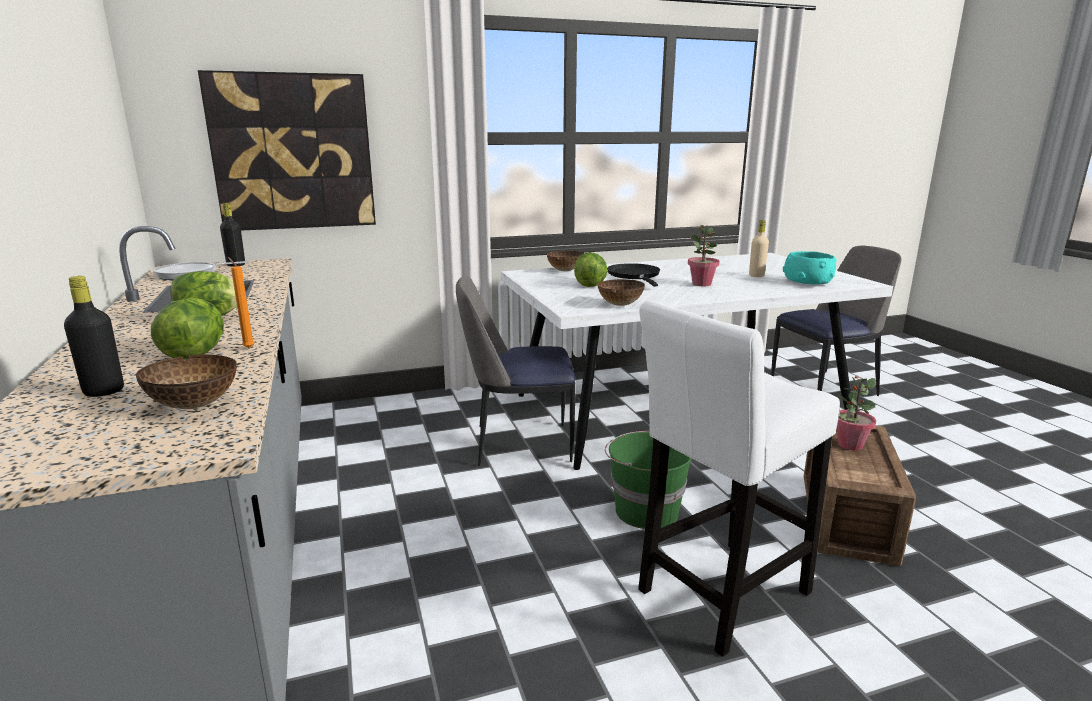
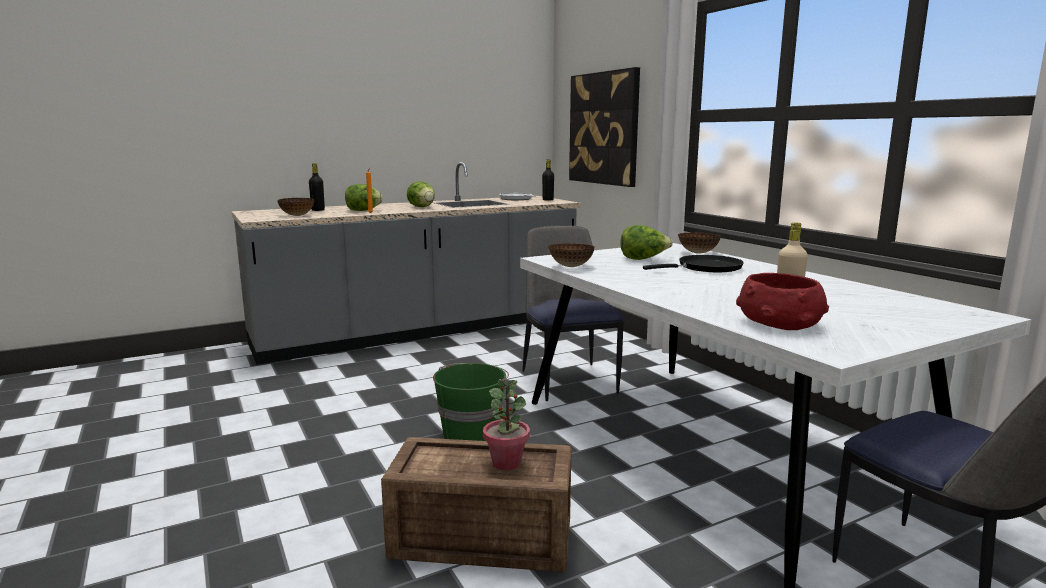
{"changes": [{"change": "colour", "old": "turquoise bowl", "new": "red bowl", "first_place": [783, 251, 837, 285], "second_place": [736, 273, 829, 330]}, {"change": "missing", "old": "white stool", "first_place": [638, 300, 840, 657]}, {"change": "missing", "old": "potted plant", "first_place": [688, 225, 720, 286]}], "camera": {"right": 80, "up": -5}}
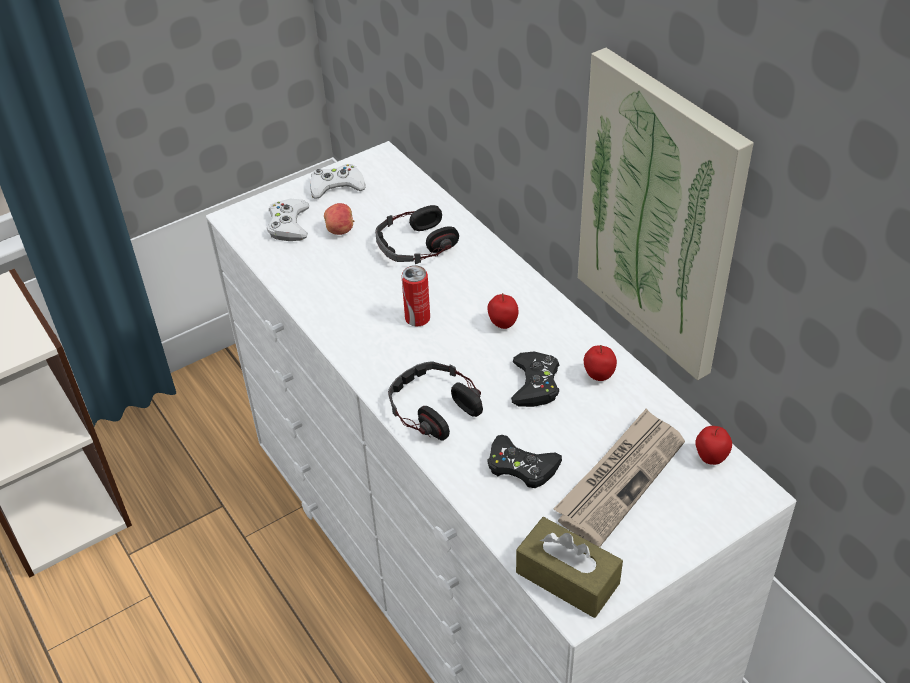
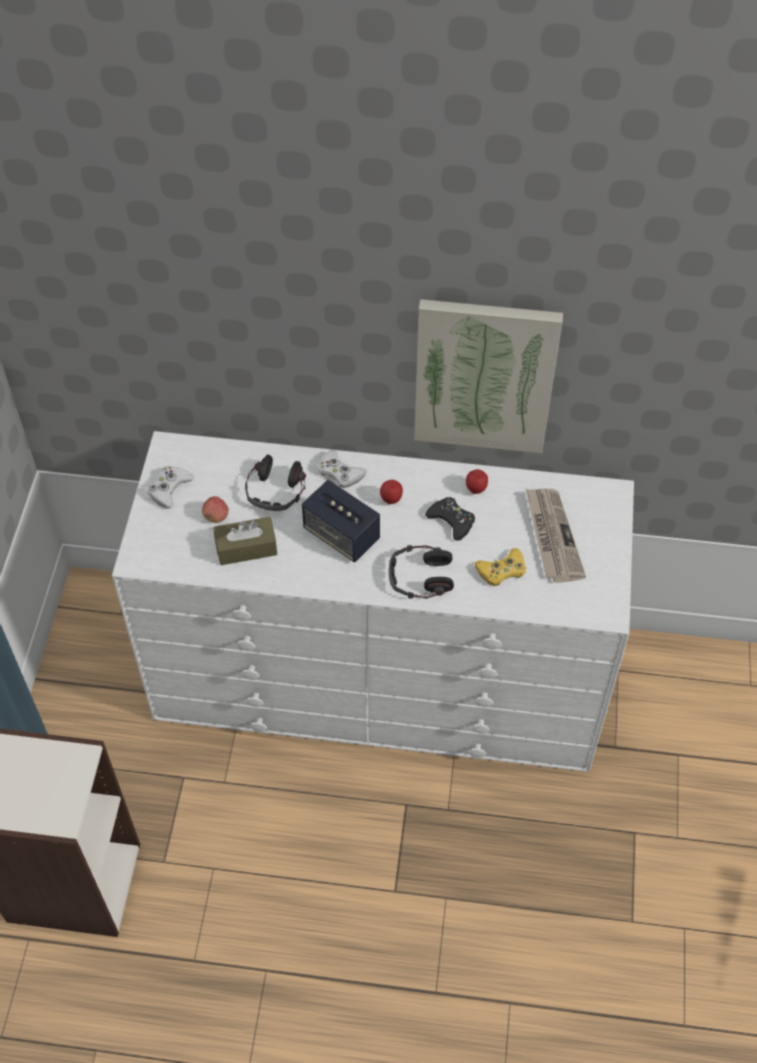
{"changes": [{"change": "relocated", "old": "brown tissue box", "first_place": [516, 517, 623, 618], "second_place": [213, 517, 277, 565]}, {"change": "exchanged", "old": "can", "new": "speaker", "first_place": [402, 265, 430, 326], "second_place": [302, 480, 380, 562]}, {"change": "relocated", "old": "white game controller", "first_place": [267, 199, 309, 241], "second_place": [318, 450, 367, 488]}, {"change": "colour", "old": "black game controller", "new": "yellow game controller", "first_place": [487, 435, 562, 488], "second_place": [475, 548, 526, 586]}, {"change": "missing", "old": "apple", "first_place": [695, 426, 732, 465]}], "camera": {"right": -50, "up": 10}}
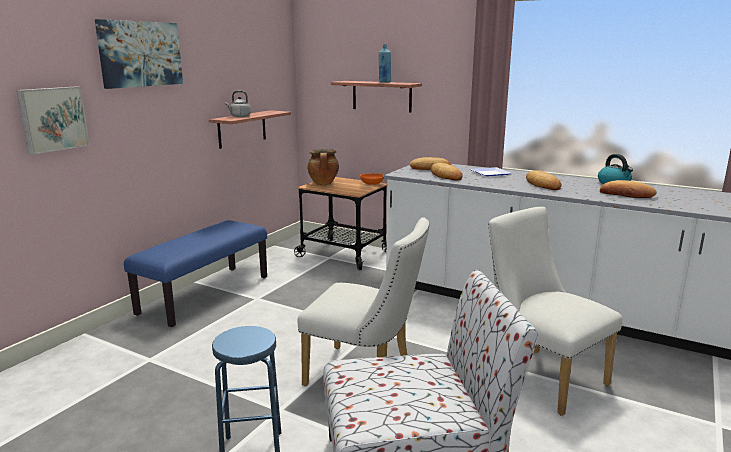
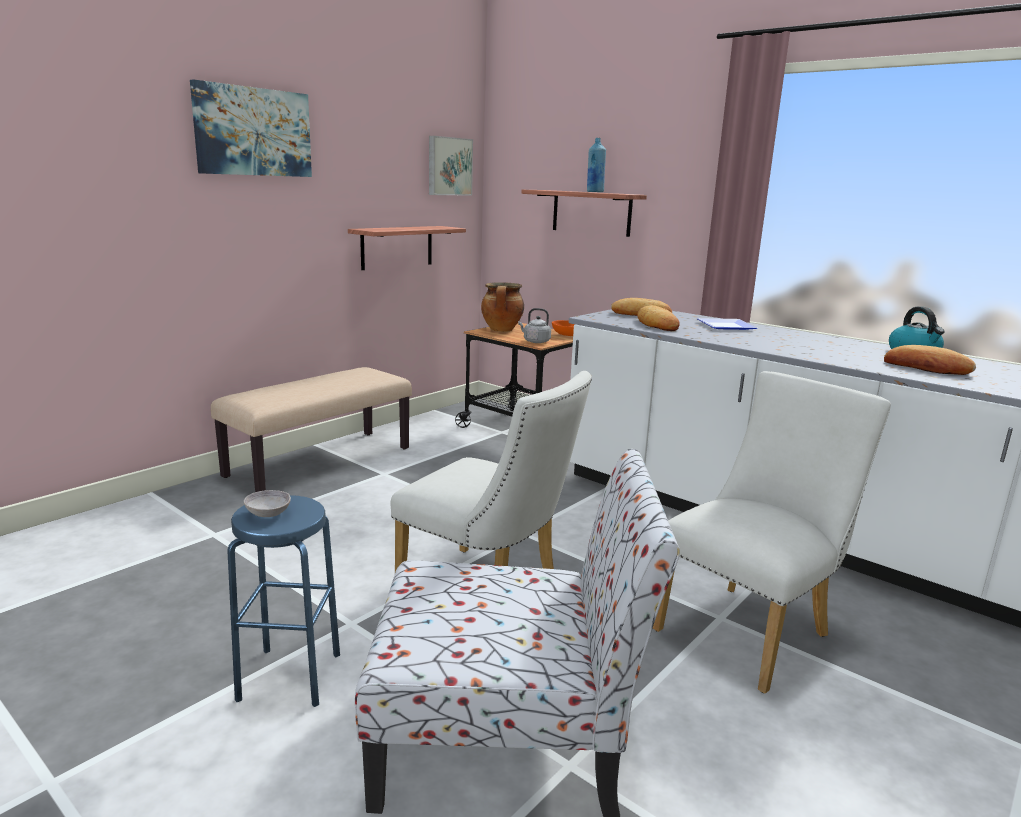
{"changes": [{"change": "colour", "old": "blue bench", "new": "beige bench", "first_place": [124, 220, 267, 327], "second_place": [211, 367, 412, 492]}, {"change": "appeared", "new": "grey bowl", "second_place": [244, 490, 291, 517]}, {"change": "relocated", "old": "picture", "first_place": [16, 86, 90, 155], "second_place": [429, 136, 473, 196]}, {"change": "relocated", "old": "grey kettle", "first_place": [225, 91, 251, 117], "second_place": [518, 308, 551, 343]}, {"change": "spun", "old": "white chair", "first_place": [488, 207, 623, 416], "second_place": [653, 371, 891, 694], "degrees": 75}, {"change": "missing", "old": "bread", "first_place": [526, 170, 561, 190]}], "camera": {"right": 10, "up": 0}}
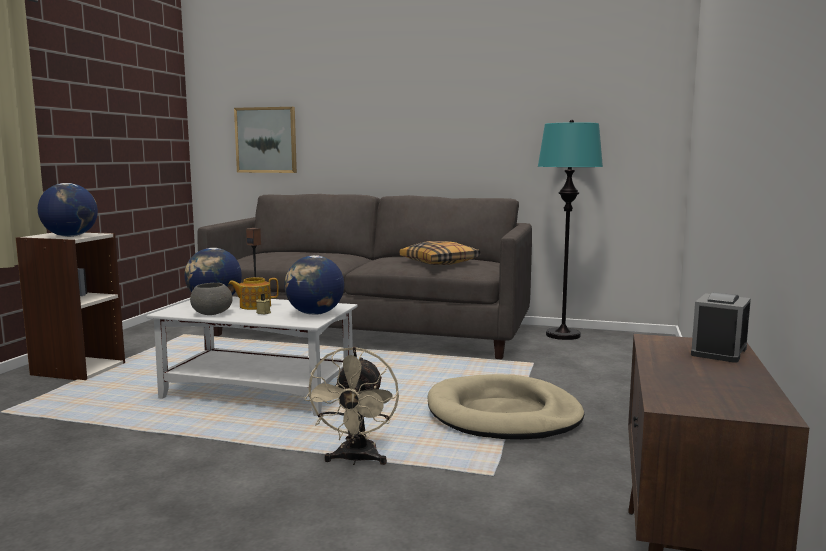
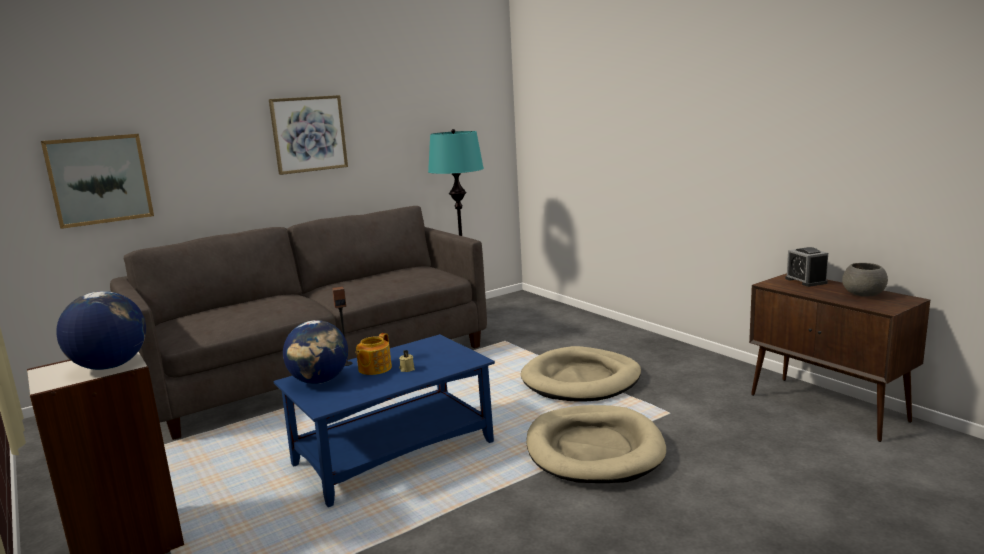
{"changes": [{"change": "appeared", "new": "picture", "second_place": [269, 95, 348, 175]}, {"change": "colour", "old": "white coffee table", "new": "blue coffee table", "first_place": [146, 296, 358, 416], "second_place": [274, 334, 495, 507]}, {"change": "exchanged", "old": "beige fan", "new": "beige dog bed", "first_place": [304, 347, 399, 465], "second_place": [526, 405, 666, 483]}, {"change": "relocated", "old": "grey bowl", "first_place": [190, 283, 233, 315], "second_place": [842, 263, 888, 297]}, {"change": "missing", "old": "globe", "first_place": [284, 255, 344, 315]}, {"change": "missing", "old": "pillow", "first_place": [400, 241, 480, 265]}], "camera": {"right": -50, "up": 5}}
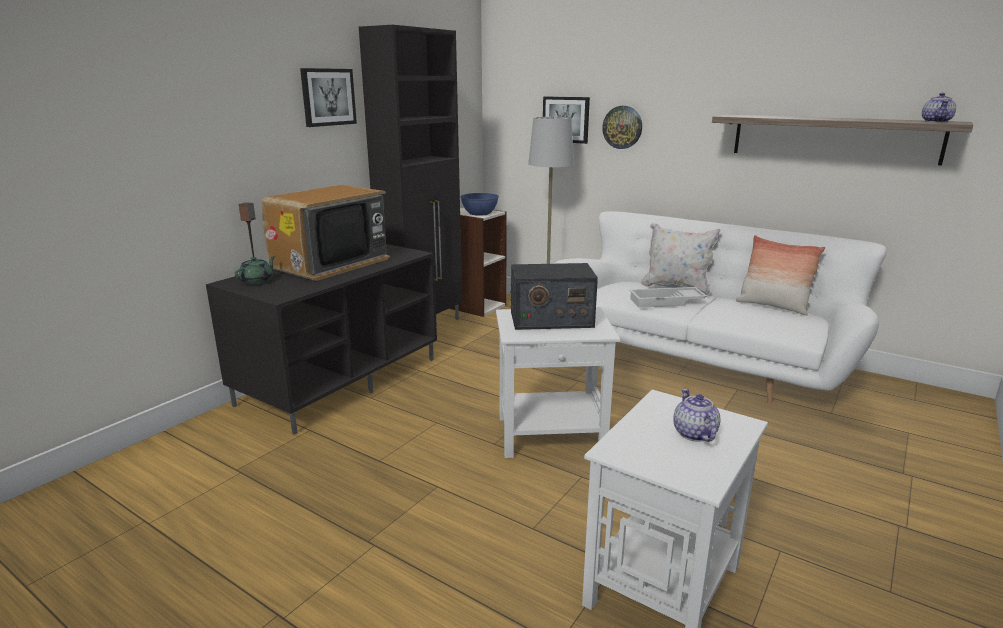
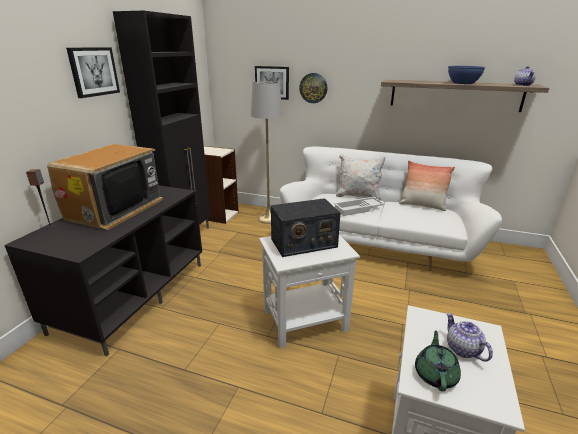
{"changes": [{"change": "relocated", "old": "green teapot", "first_place": [234, 256, 276, 285], "second_place": [415, 330, 461, 391]}, {"change": "relocated", "old": "blue bowl", "first_place": [460, 193, 499, 216], "second_place": [448, 66, 486, 84]}], "camera": {"right": -15, "up": 5}}
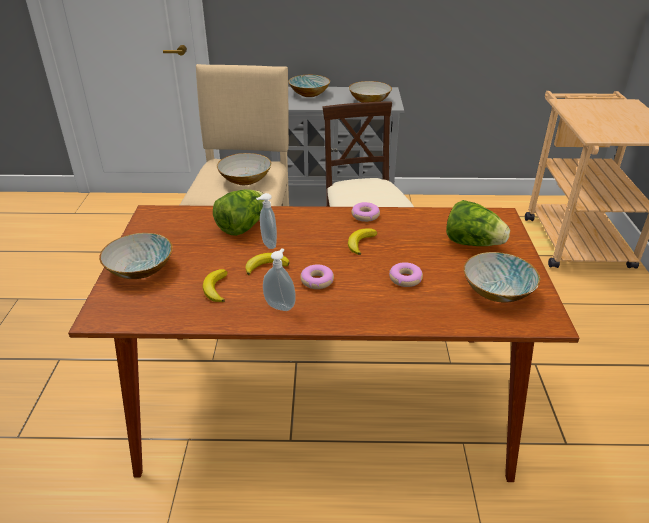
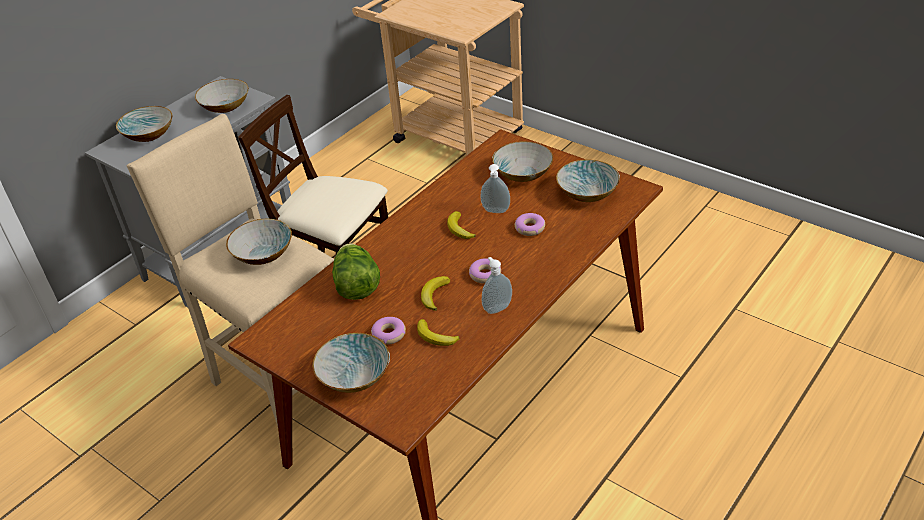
{"changes": [{"change": "relocated", "old": "donut", "first_place": [351, 202, 380, 222], "second_place": [371, 317, 406, 345]}, {"change": "relocated", "old": "soap dispenser", "first_place": [256, 193, 277, 249], "second_place": [480, 164, 510, 213]}, {"change": "exchanged", "old": "lettuce", "new": "bowl", "first_place": [446, 200, 510, 246], "second_place": [492, 141, 553, 182]}], "camera": {"right": -50, "up": 5}}
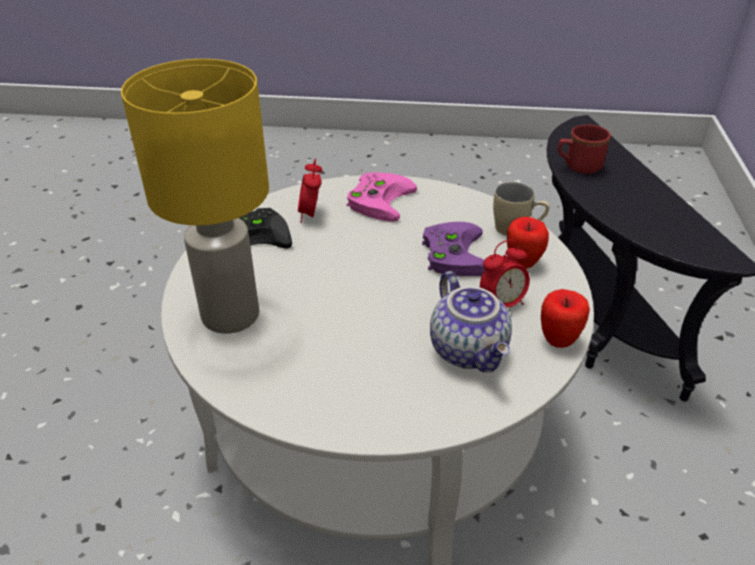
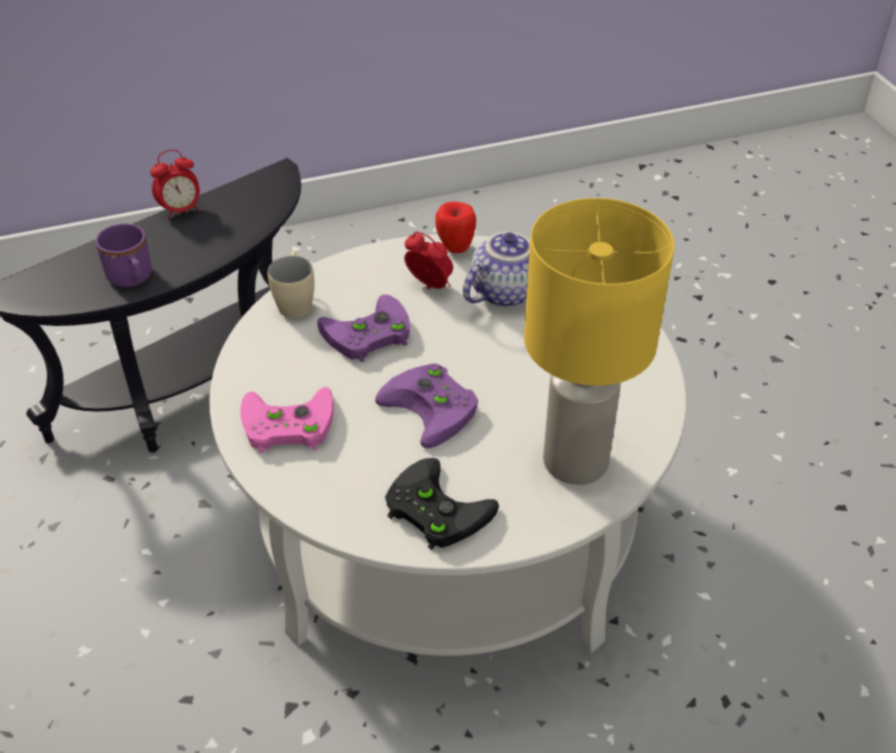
{"changes": [{"change": "colour", "old": "red mug", "new": "purple mug", "first_place": [558, 124, 611, 174], "second_place": [96, 224, 152, 287]}, {"change": "relocated", "old": "alarm clock", "first_place": [298, 158, 322, 223], "second_place": [150, 150, 200, 220]}, {"change": "appeared", "new": "purple game controller", "second_place": [375, 363, 478, 448]}, {"change": "missing", "old": "apple", "first_place": [507, 217, 549, 269]}], "camera": {"right": -115, "up": 5}}
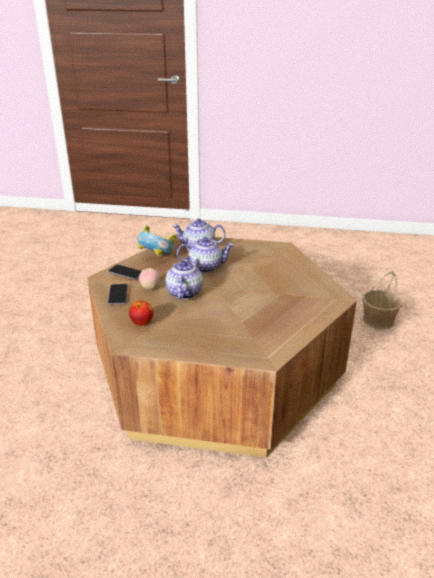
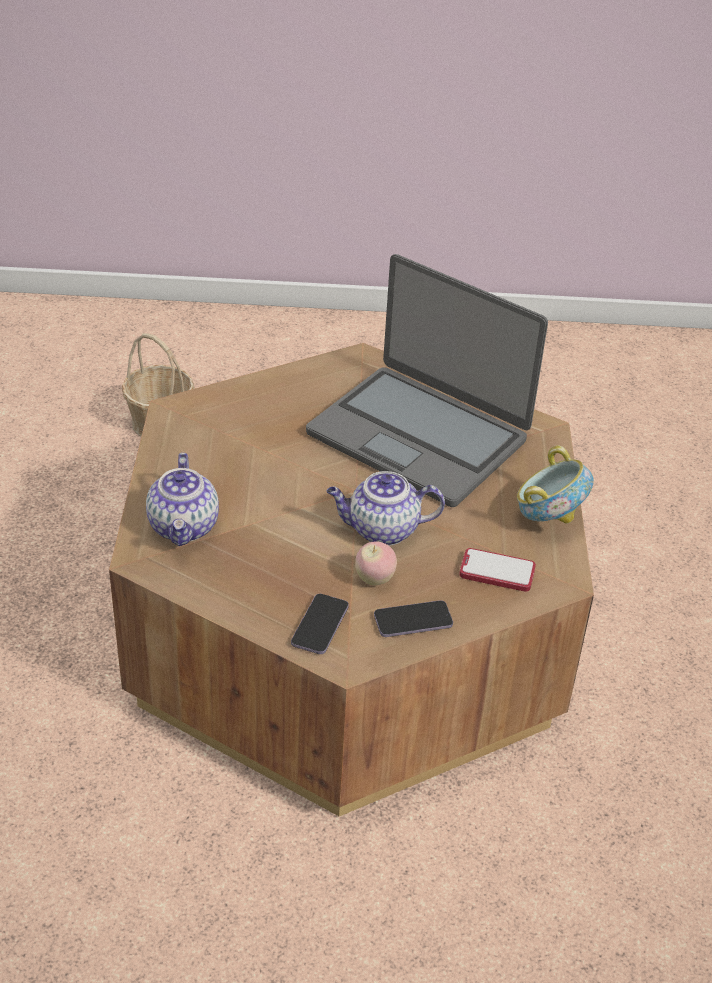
{"changes": [{"change": "appeared", "new": "laptop", "second_place": [306, 254, 548, 507]}, {"change": "exchanged", "old": "apple", "new": "phone", "first_place": [129, 300, 153, 326], "second_place": [459, 548, 536, 592]}, {"change": "relocated", "old": "bowl", "first_place": [137, 225, 176, 257], "second_place": [517, 445, 594, 524]}, {"change": "missing", "old": "teapot", "first_place": [177, 237, 234, 273]}], "camera": {"right": -100, "up": 10}}
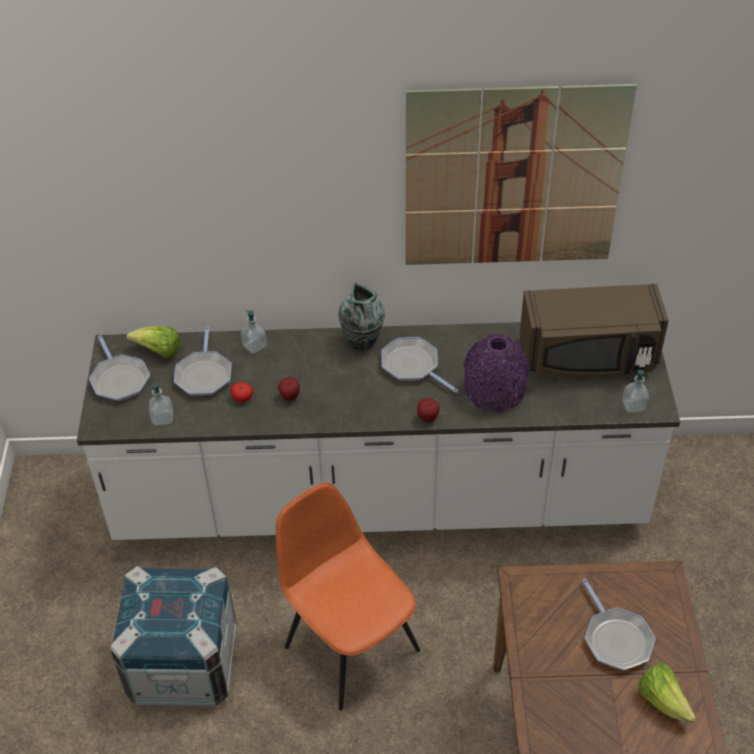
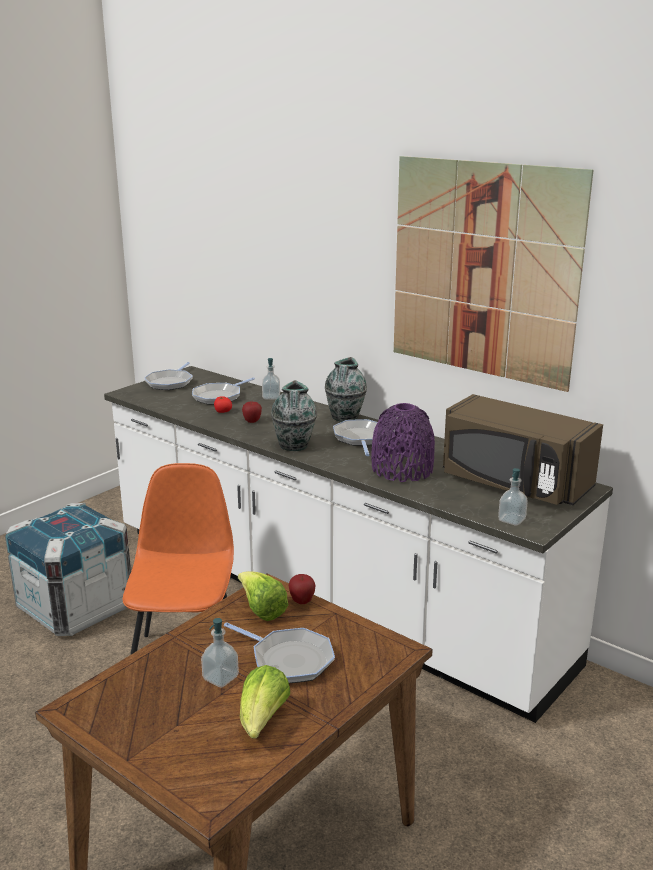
{"changes": [{"change": "relocated", "old": "soap dispenser", "first_place": [149, 383, 173, 425], "second_place": [201, 618, 239, 688]}, {"change": "spun", "old": "frying pan", "first_place": [582, 579, 655, 671], "second_place": [224, 622, 335, 683], "degrees": -75}, {"change": "relocated", "old": "lettuce", "first_place": [127, 326, 180, 358], "second_place": [238, 571, 288, 621]}, {"change": "appeared", "new": "vase", "second_place": [271, 380, 317, 451]}, {"change": "relocated", "old": "apple", "first_place": [417, 398, 440, 422], "second_place": [288, 574, 316, 604]}], "camera": {"right": 40, "up": -25}}
